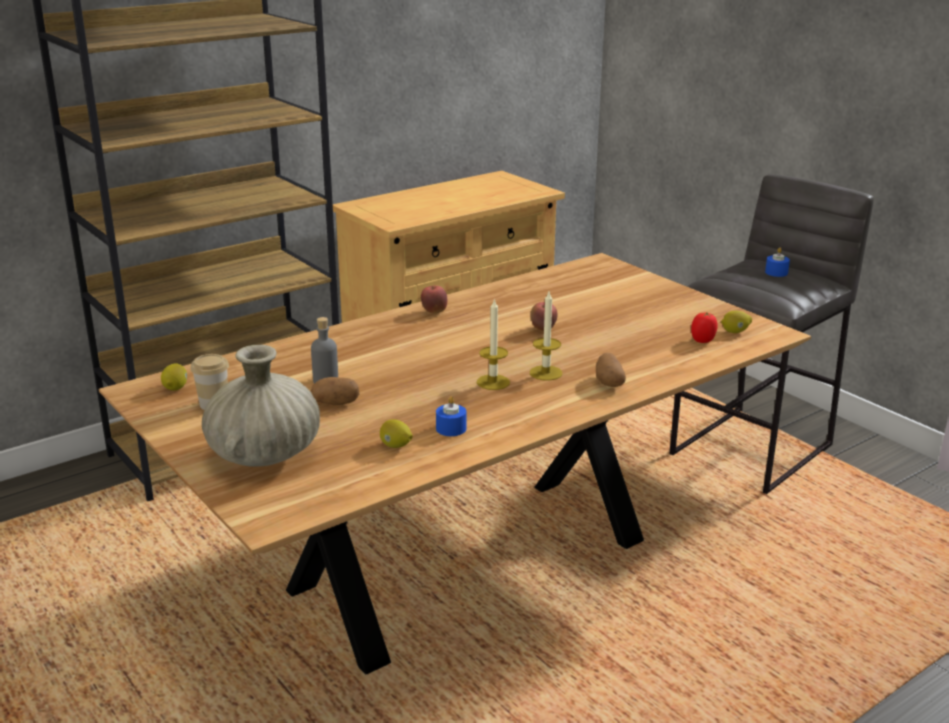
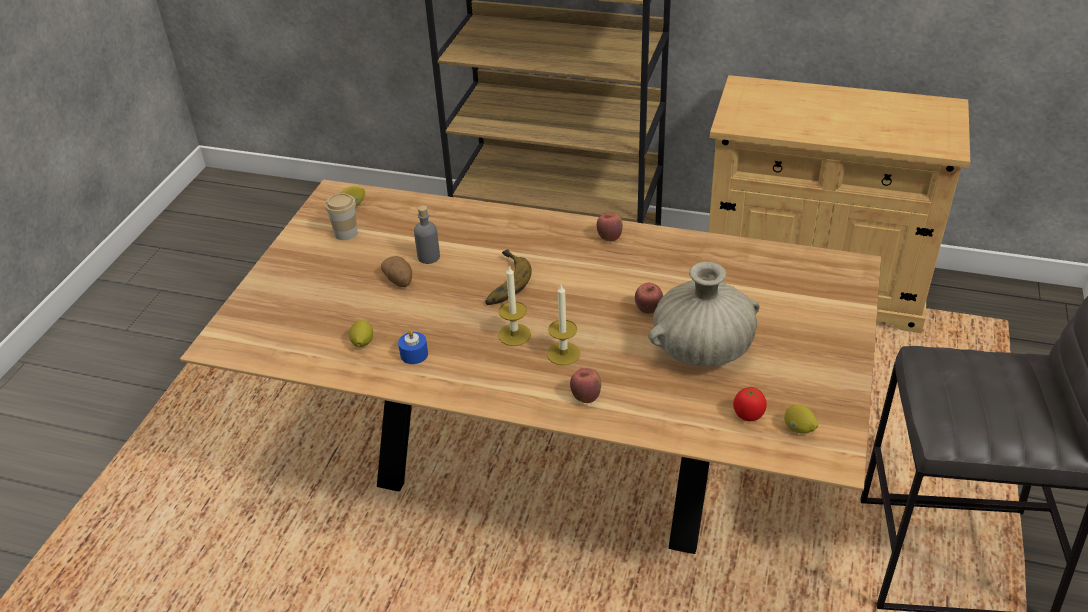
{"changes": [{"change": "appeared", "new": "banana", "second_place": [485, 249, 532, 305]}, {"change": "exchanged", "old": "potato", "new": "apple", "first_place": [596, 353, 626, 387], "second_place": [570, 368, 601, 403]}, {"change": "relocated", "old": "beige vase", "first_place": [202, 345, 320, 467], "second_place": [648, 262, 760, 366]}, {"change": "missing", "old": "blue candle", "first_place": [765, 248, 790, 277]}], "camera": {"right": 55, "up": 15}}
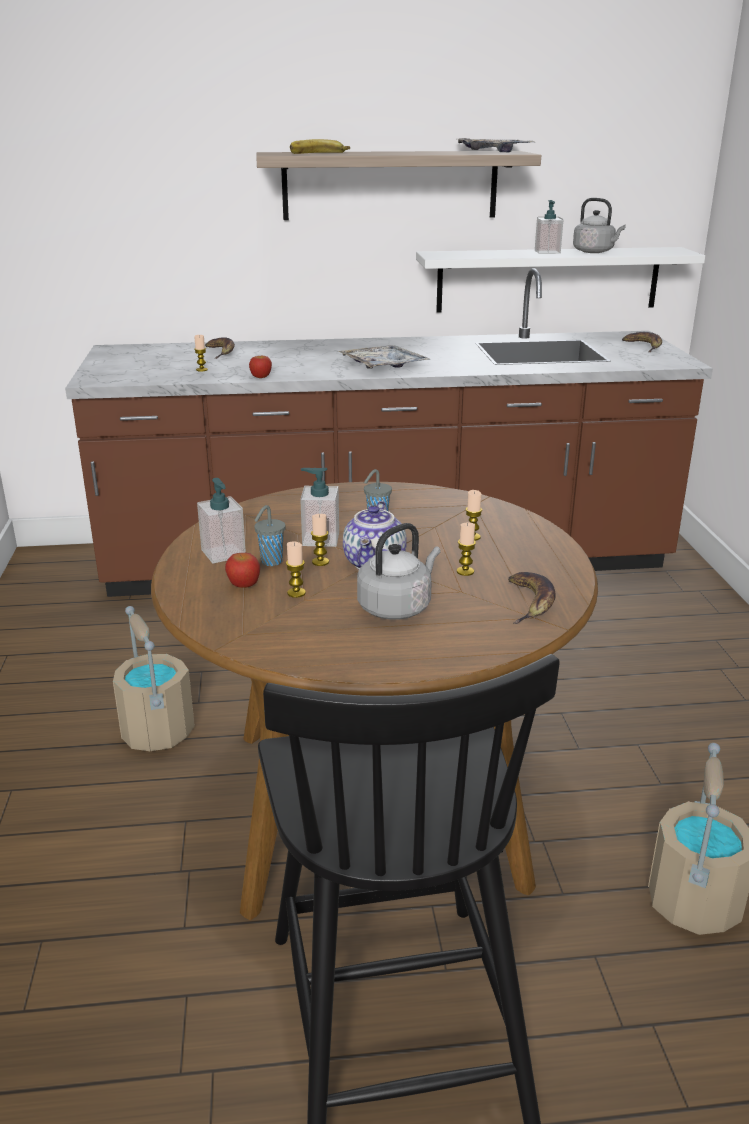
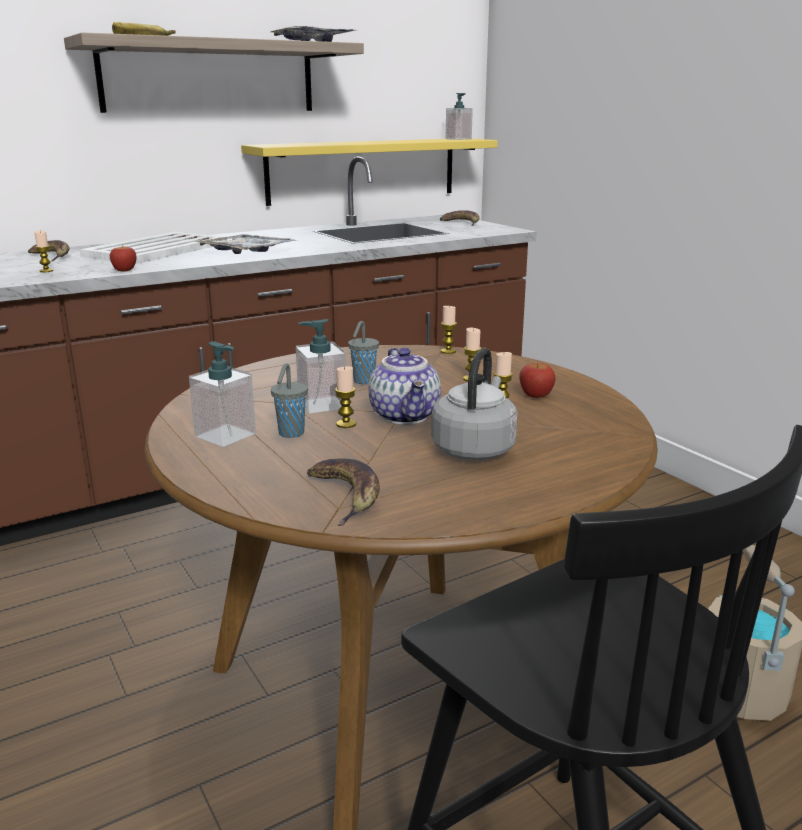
{"changes": [{"change": "appeared", "new": "white tray", "second_place": [80, 232, 226, 264]}, {"change": "colour", "old": "white shelf", "new": "yellow shelf", "first_place": [416, 247, 705, 312], "second_place": [241, 138, 498, 206]}, {"change": "relocated", "old": "banana", "first_place": [508, 572, 556, 624], "second_place": [307, 458, 380, 526]}, {"change": "relocated", "old": "candle", "first_place": [286, 542, 306, 598], "second_place": [441, 305, 457, 354]}, {"change": "relocated", "old": "soap dispenser", "first_place": [535, 200, 564, 254], "second_place": [446, 93, 473, 140]}, {"change": "relocated", "old": "apple", "first_place": [225, 553, 260, 588], "second_place": [519, 363, 555, 398]}, {"change": "missing", "old": "beige bucket", "first_place": [113, 606, 195, 751]}, {"change": "missing", "old": "grey kettle", "first_place": [573, 198, 626, 253]}], "camera": {"right": -25, "up": -5}}
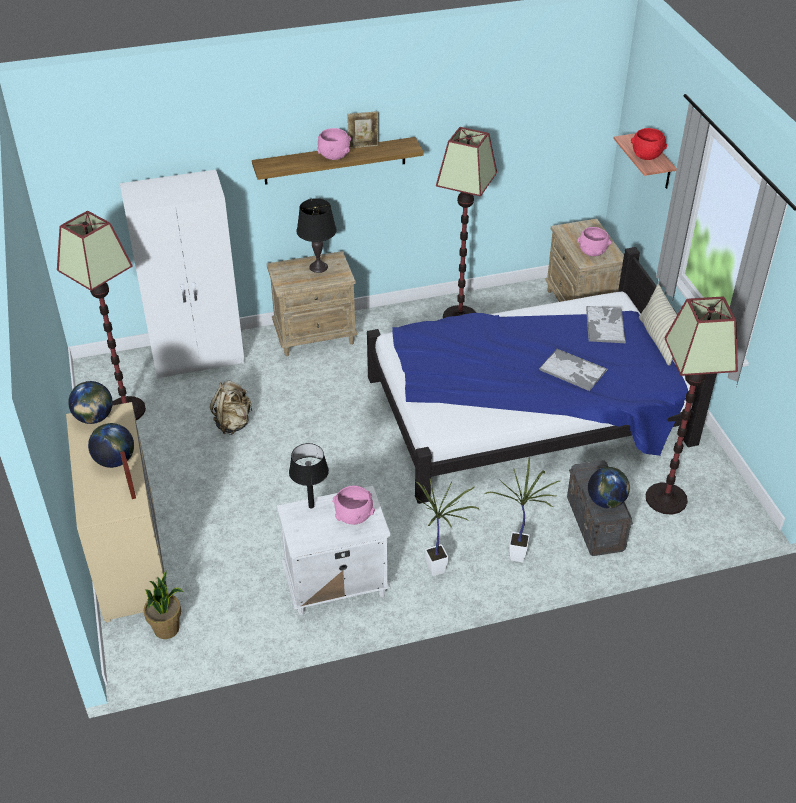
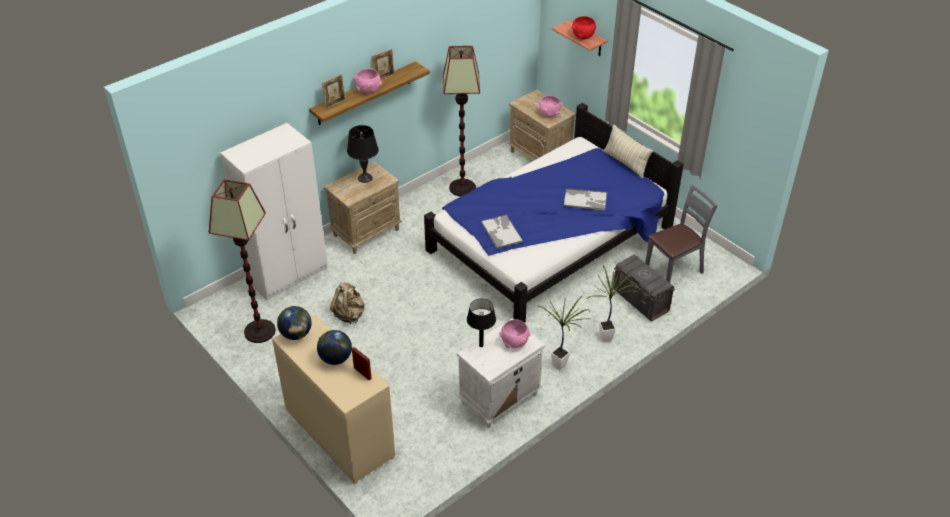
{"changes": [{"change": "appeared", "new": "picture frame", "second_place": [322, 74, 346, 109]}, {"change": "relocated", "old": "tray", "first_place": [586, 306, 626, 343], "second_place": [481, 215, 523, 249]}, {"change": "exchanged", "old": "floor lamp", "new": "grey chair", "first_place": [646, 296, 738, 515], "second_place": [645, 185, 718, 283]}, {"change": "missing", "old": "potted plant", "first_place": [143, 570, 183, 639]}, {"change": "missing", "old": "globe", "first_place": [588, 467, 630, 509]}], "camera": {"right": -25, "up": 0}}
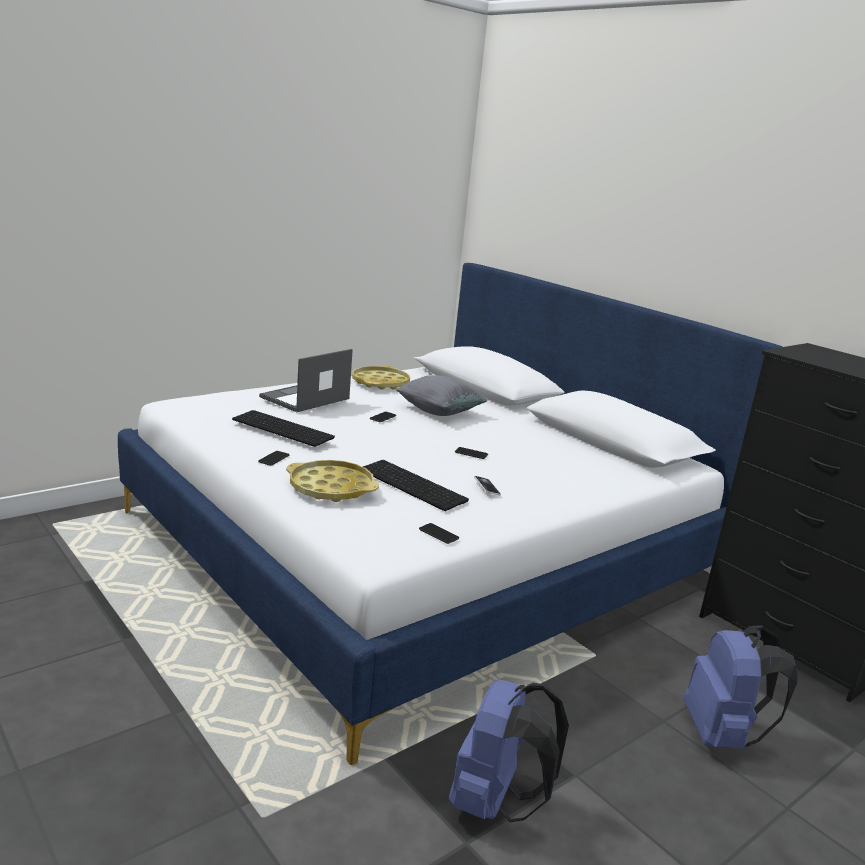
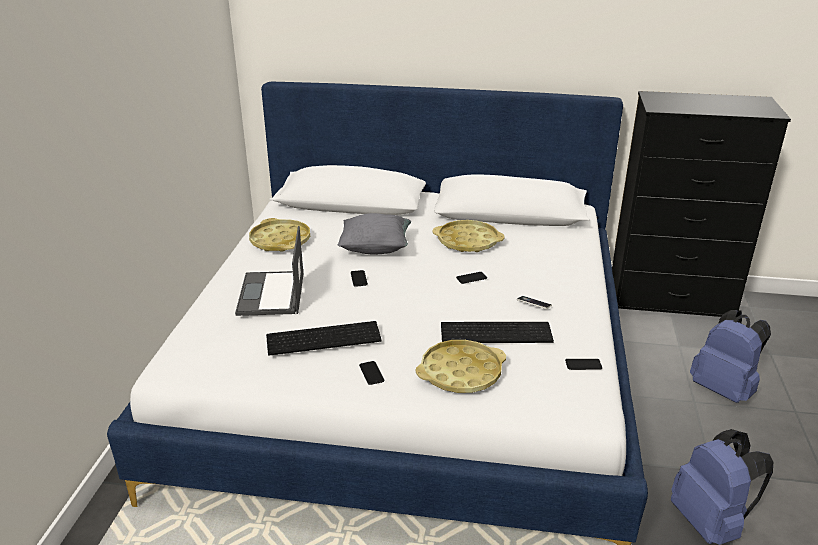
{"changes": [{"change": "appeared", "new": "yellow tray", "second_place": [432, 220, 504, 252]}], "camera": {"right": -40, "up": 10}}
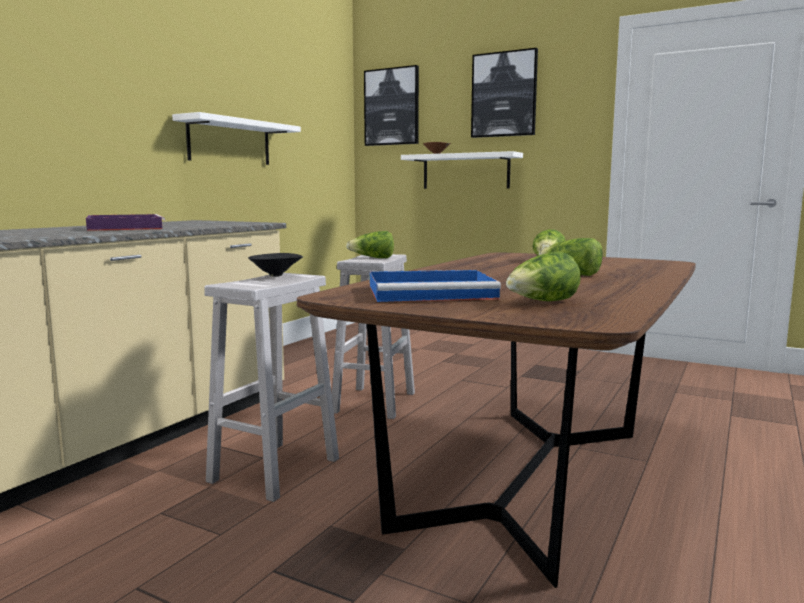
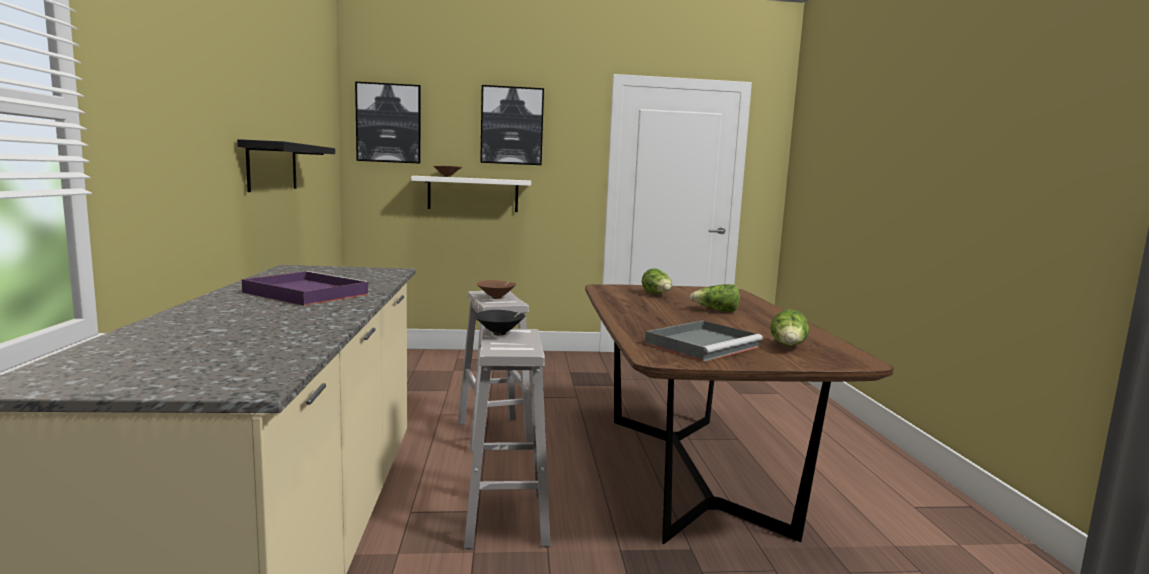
{"changes": [{"change": "colour", "old": "white shelf", "new": "black shelf", "first_place": [172, 112, 301, 165], "second_place": [237, 139, 335, 192]}, {"change": "exchanged", "old": "lettuce", "new": "brown bowl", "first_place": [346, 231, 394, 258], "second_place": [477, 280, 516, 299]}, {"change": "colour", "old": "blue tray", "new": "grey tray", "first_place": [370, 270, 501, 302], "second_place": [645, 320, 763, 361]}], "camera": {"right": -35, "up": 0}}
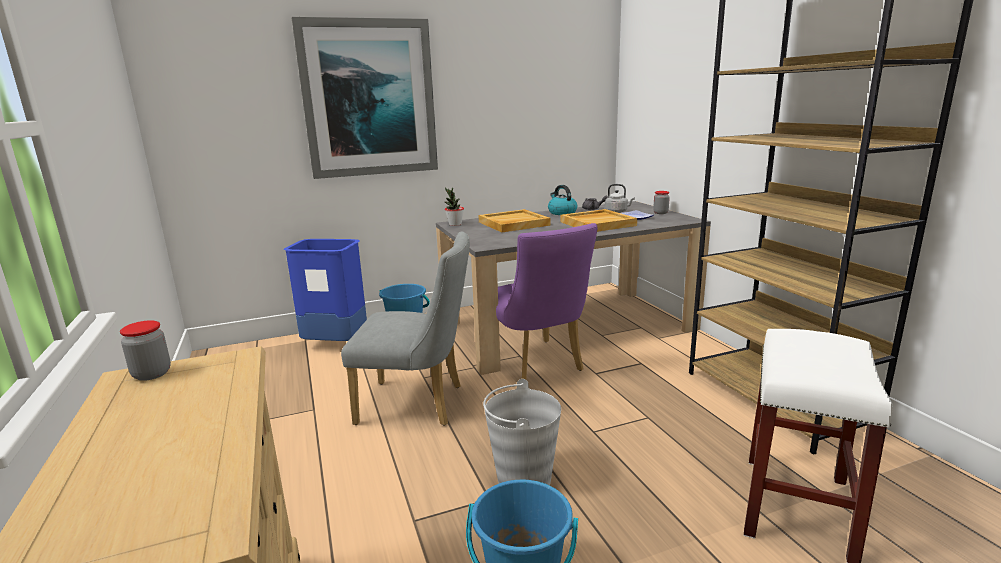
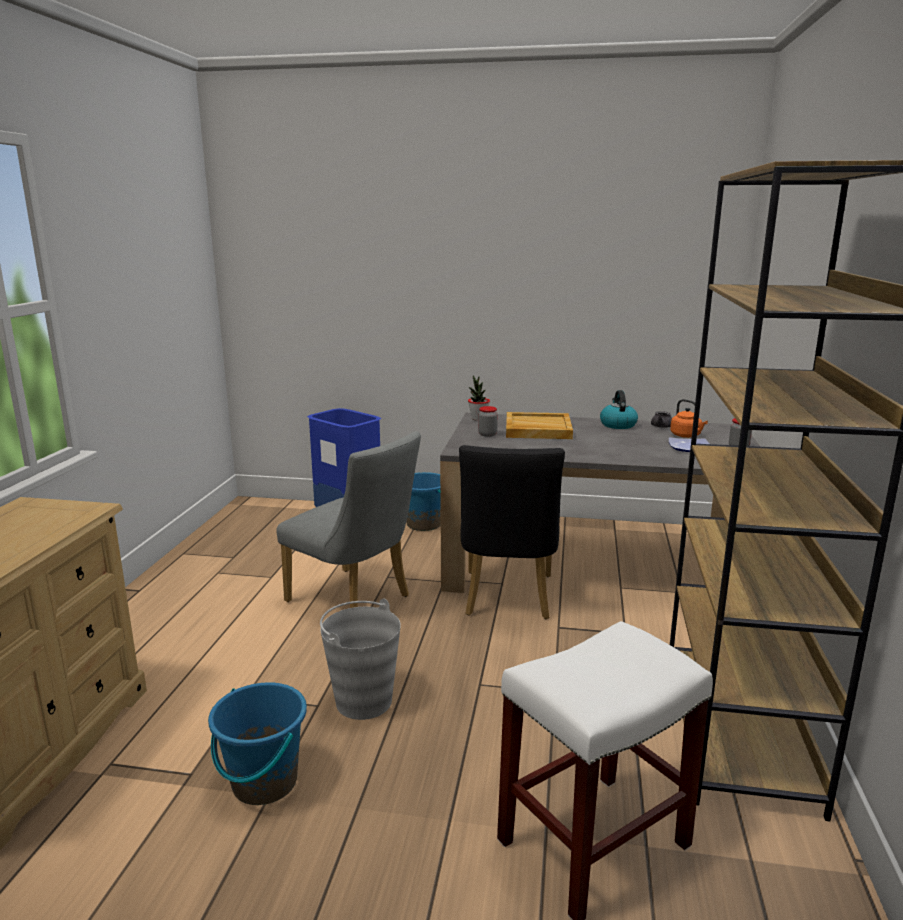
{"changes": [{"change": "colour", "old": "purple chair", "new": "black chair", "first_place": [496, 223, 598, 385], "second_place": [459, 445, 565, 619]}, {"change": "relocated", "old": "jar", "first_place": [120, 320, 171, 381], "second_place": [478, 406, 498, 437]}, {"change": "colour", "old": "grey kettle", "new": "orange kettle", "first_place": [605, 184, 635, 213], "second_place": [670, 399, 708, 438]}, {"change": "missing", "old": "picture", "first_place": [292, 17, 438, 179]}, {"change": "missing", "old": "beige tray", "first_place": [560, 209, 637, 232]}], "camera": {"right": 30, "up": 0}}
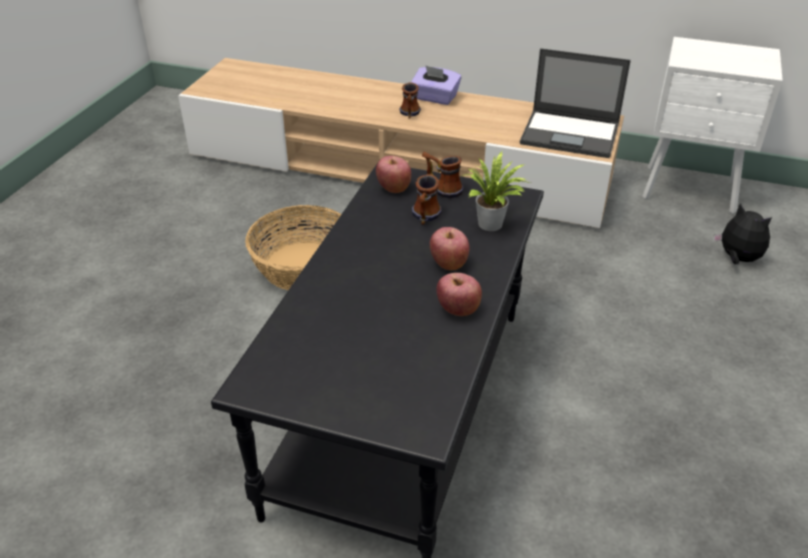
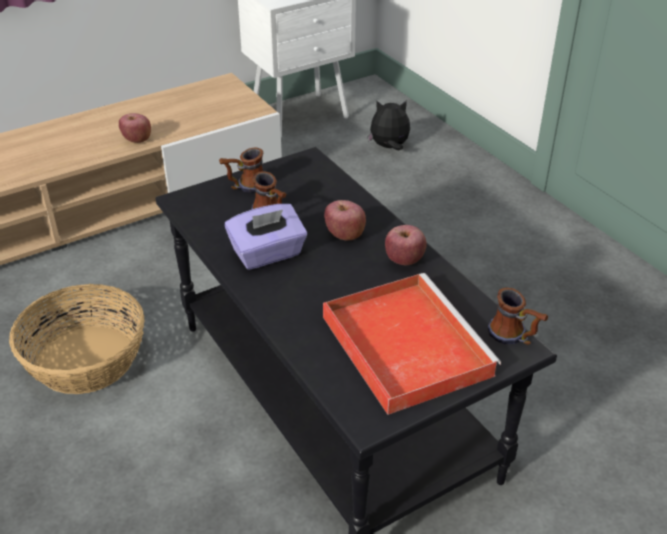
{"changes": [{"change": "relocated", "old": "apple", "first_place": [376, 156, 411, 193], "second_place": [119, 113, 151, 143]}, {"change": "relocated", "old": "purple tissue box", "first_place": [411, 65, 461, 105], "second_place": [225, 204, 307, 270]}, {"change": "appeared", "new": "red tray", "second_place": [323, 273, 501, 415]}, {"change": "relocated", "old": "mug", "first_place": [399, 82, 421, 119], "second_place": [488, 288, 548, 345]}, {"change": "missing", "old": "potted plant", "first_place": [462, 152, 531, 231]}, {"change": "missing", "old": "laptop", "first_place": [520, 48, 631, 158]}], "camera": {"right": -50, "up": 0}}
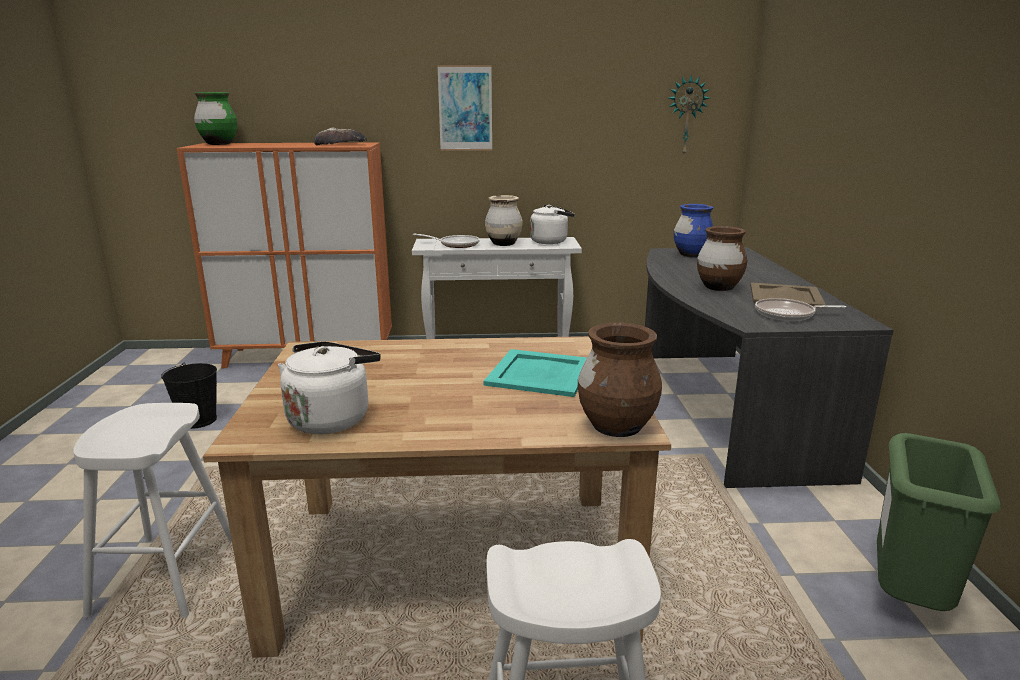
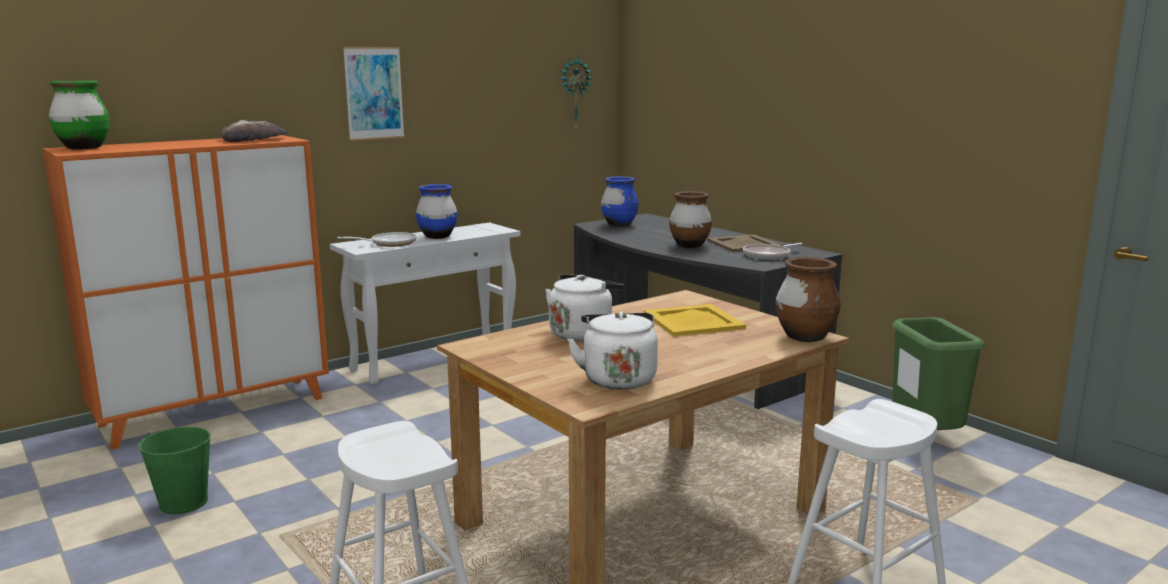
{"changes": [{"change": "colour", "old": "black bucket", "new": "green bucket", "first_place": [161, 363, 217, 429], "second_place": [138, 427, 211, 514]}, {"change": "colour", "old": "beige vase", "new": "blue vase", "first_place": [485, 195, 523, 246], "second_place": [416, 184, 457, 239]}, {"change": "relocated", "old": "white kettle", "first_place": [530, 205, 574, 244], "second_place": [545, 274, 624, 341]}, {"change": "colour", "old": "turquoise tray", "new": "yellow tray", "first_place": [483, 349, 587, 397], "second_place": [644, 304, 746, 336]}], "camera": {"right": -35, "up": -5}}
